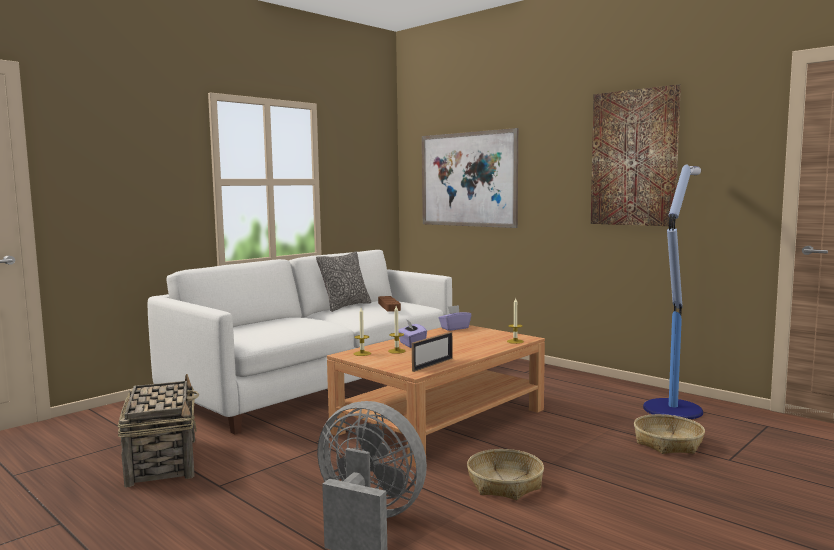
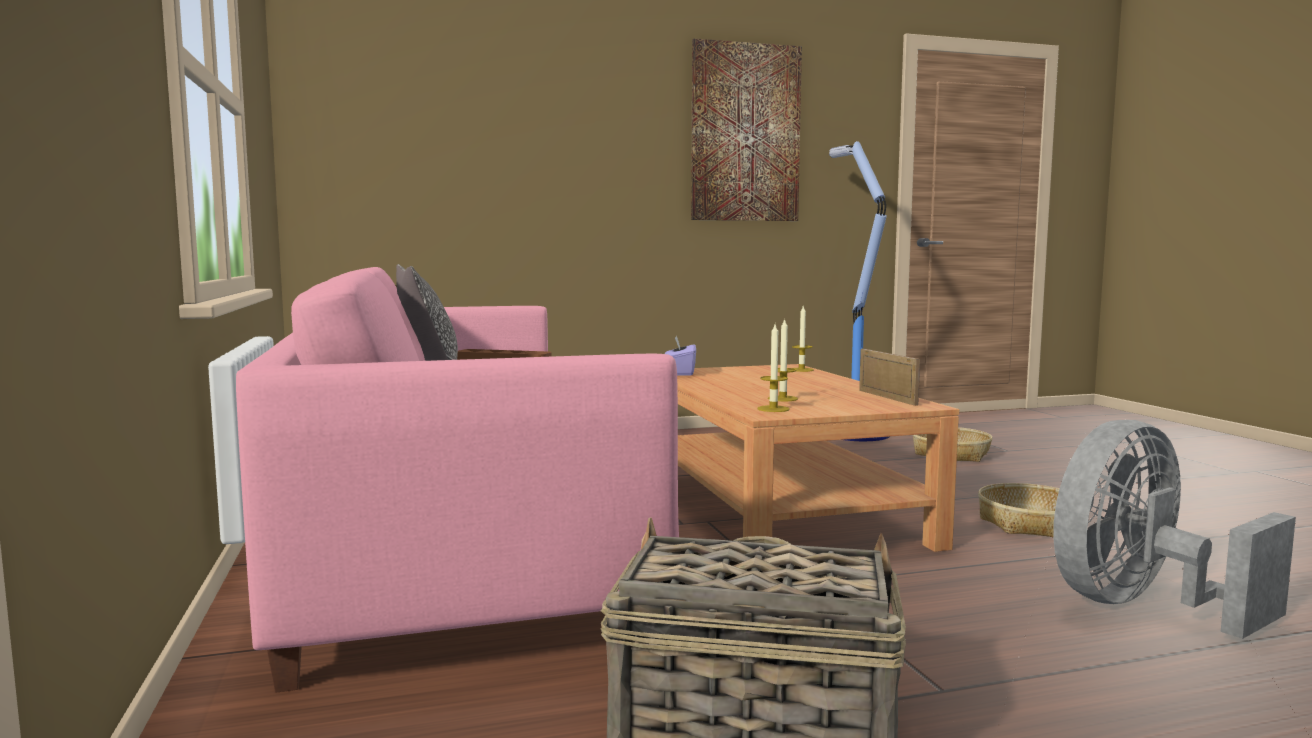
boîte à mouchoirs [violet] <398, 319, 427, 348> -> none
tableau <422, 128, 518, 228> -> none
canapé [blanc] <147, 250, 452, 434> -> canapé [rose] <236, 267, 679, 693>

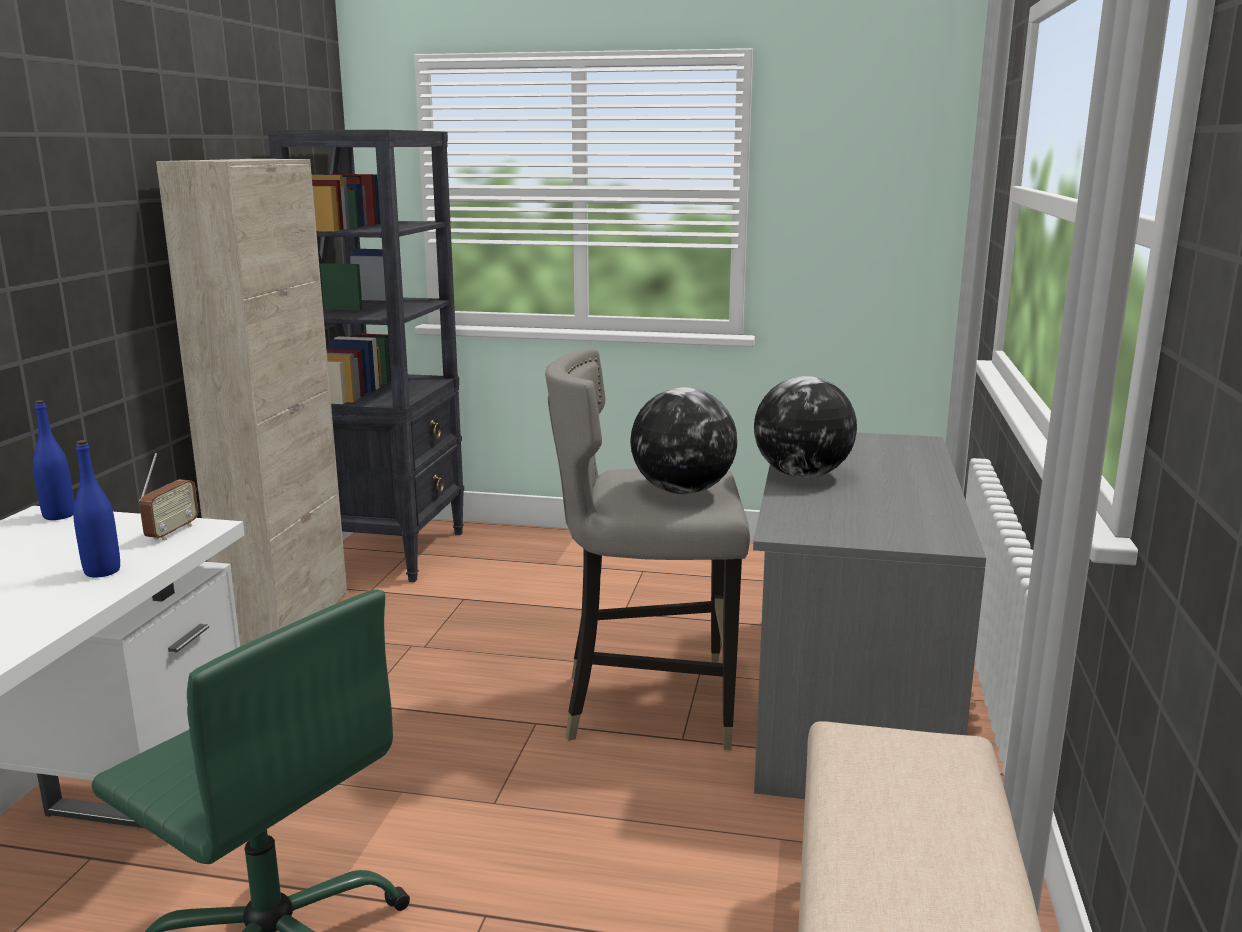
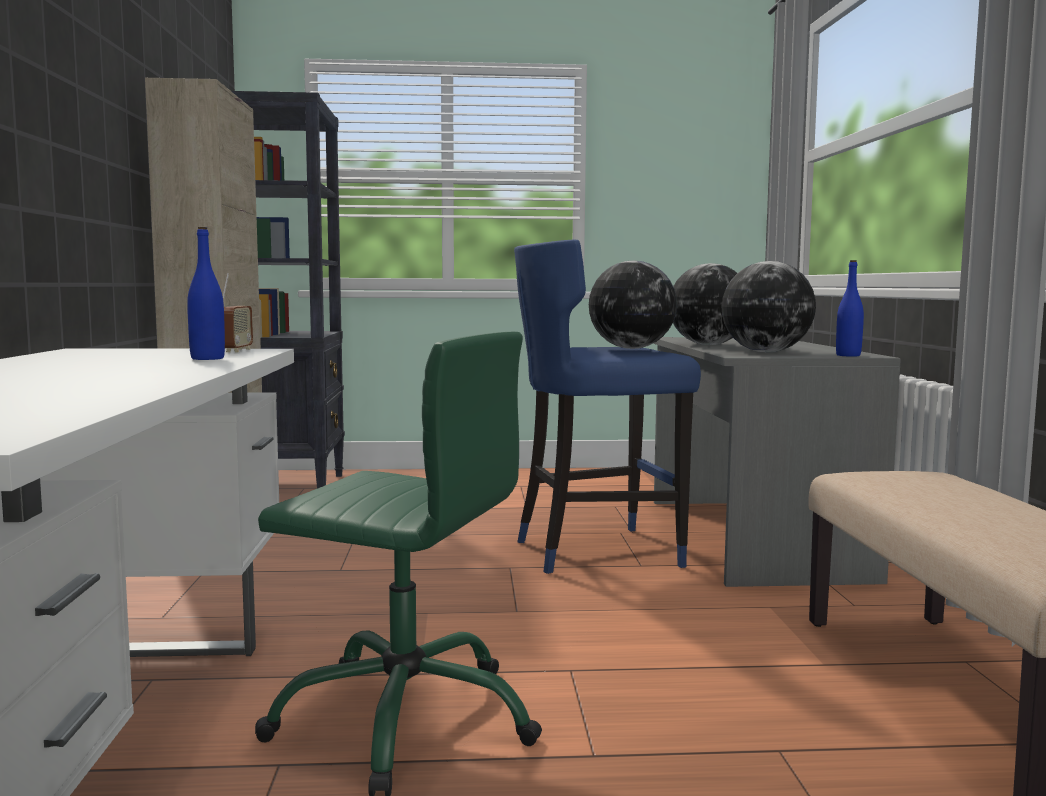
none -> globe <722, 261, 816, 352>
bouteille [bleu] <33, 400, 74, 520> -> bouteille [bleu] <836, 260, 864, 357>, moved
tabouret [gris] <545, 349, 750, 751> -> tabouret [bleu] <514, 239, 701, 574>

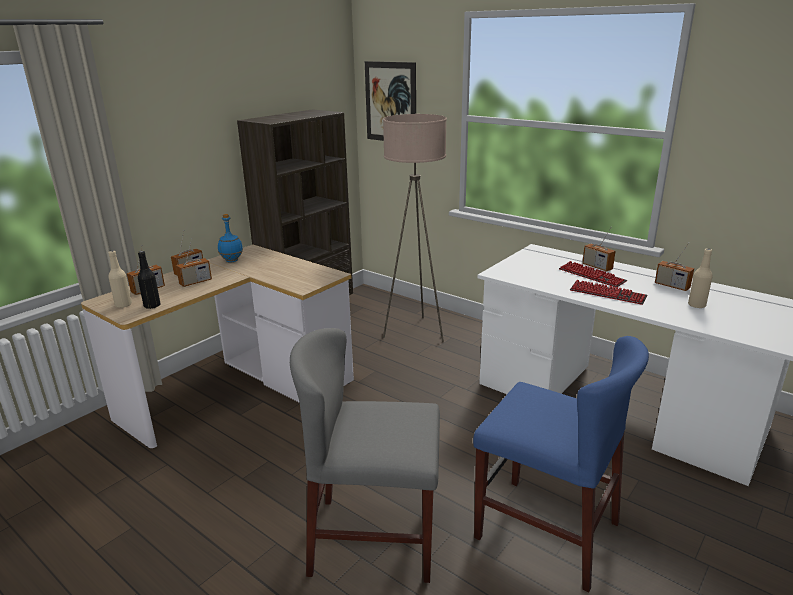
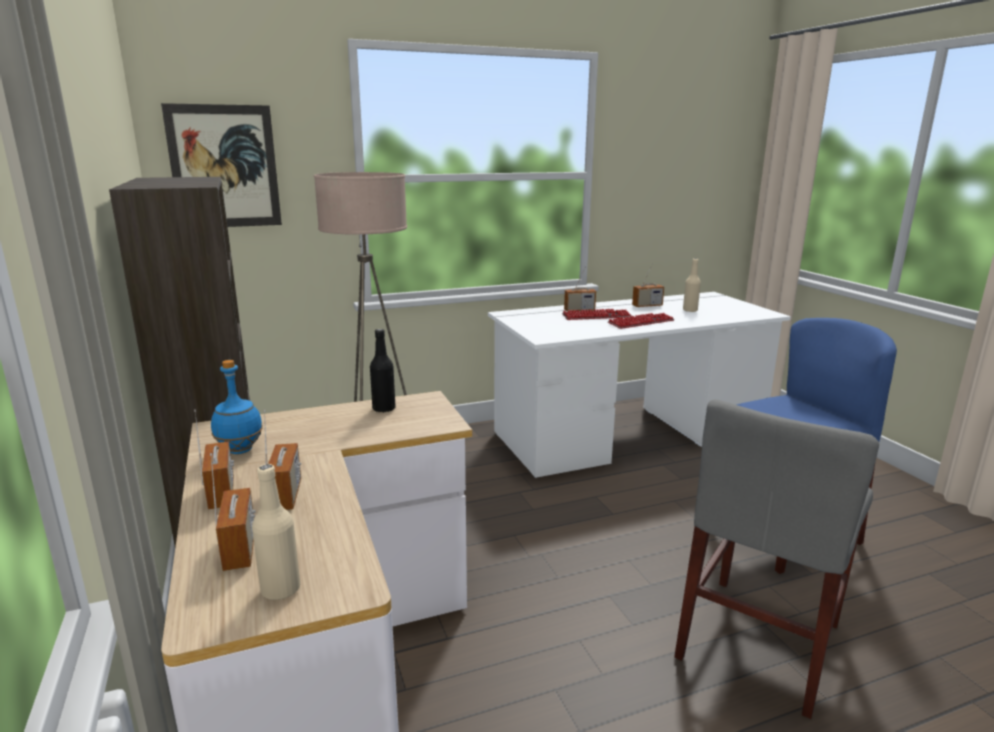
bouteille [noir] <138, 251, 161, 309> -> bouteille [noir] <370, 329, 395, 413>, moved

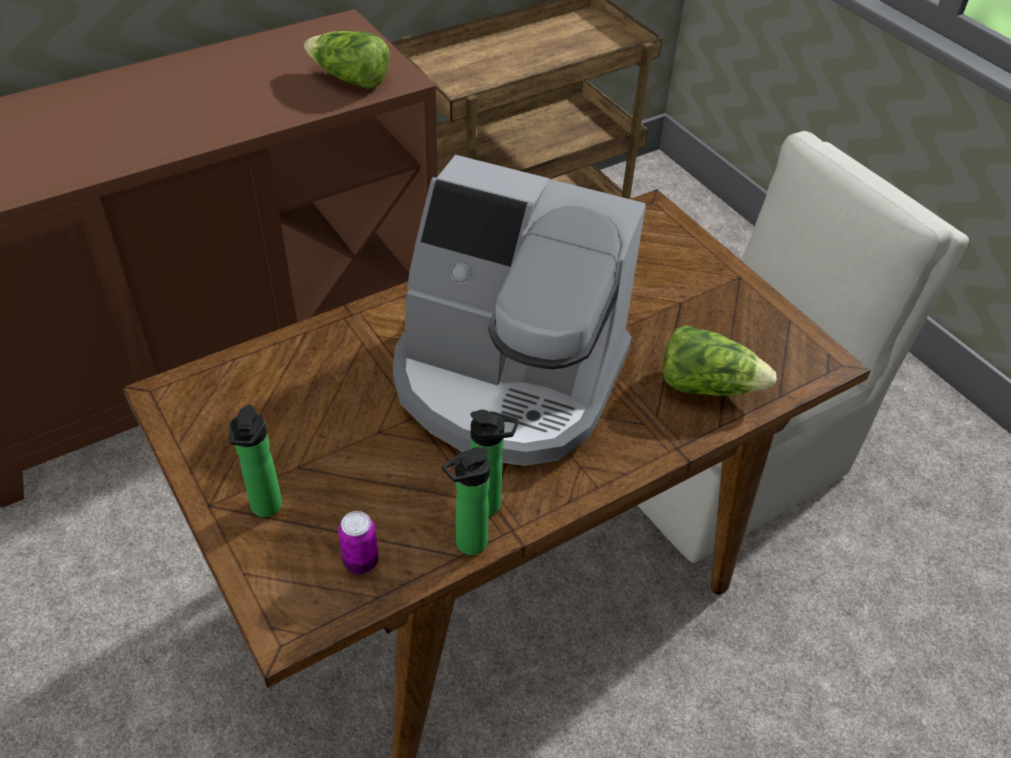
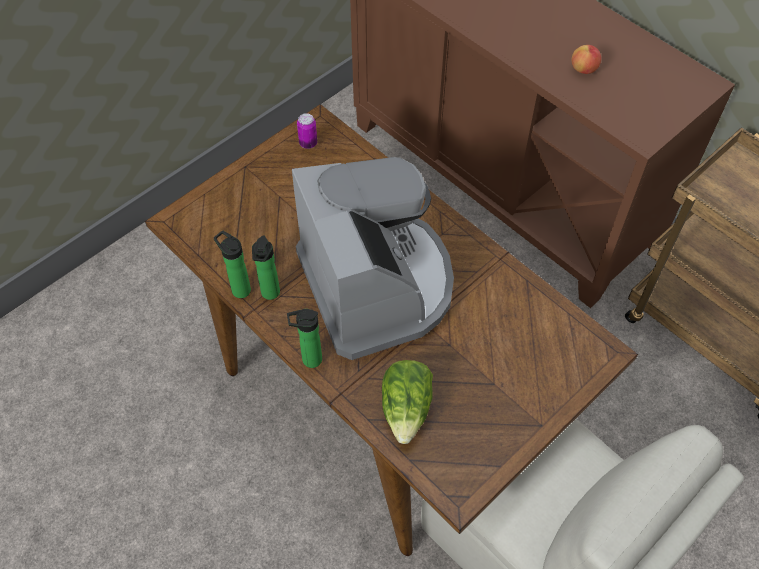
laitue <304, 31, 390, 89> -> none
none -> pomme <572, 45, 601, 74>
bouteille <229, 404, 282, 517> -> bouteille <287, 309, 322, 368>, moved
boîte métallique <338, 511, 378, 574> -> boîte métallique <297, 113, 317, 149>, moved
machine à café <393, 155, 646, 466> -> machine à café <292, 157, 454, 360>, 150 degrees clockwise

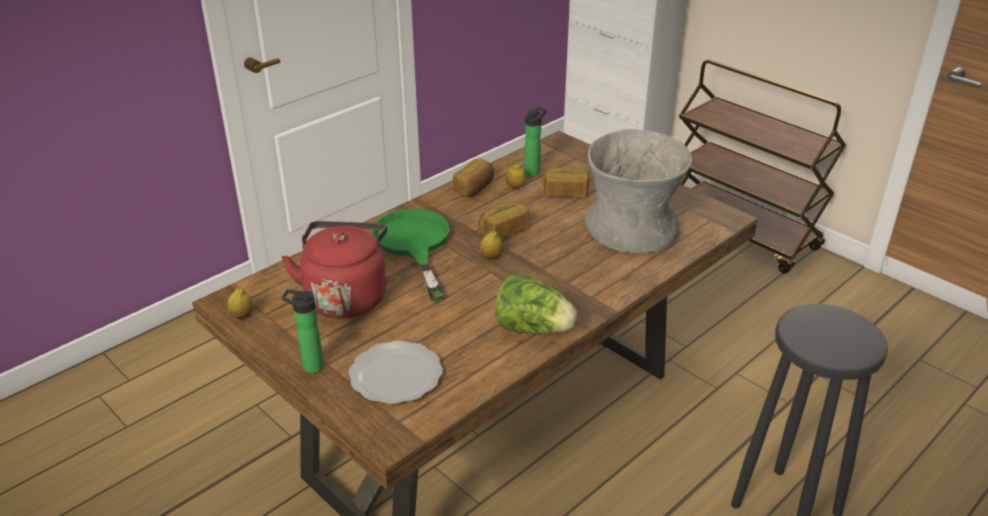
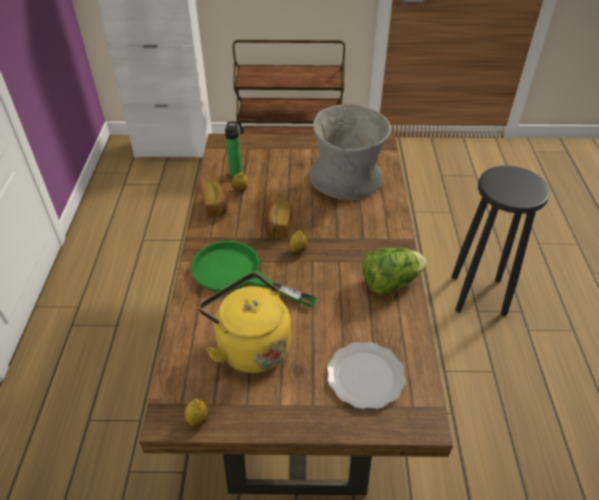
bouteille <282, 289, 324, 373> -> none
pain <543, 167, 590, 198> -> none
bouilloire [rouge] <282, 221, 387, 319> -> bouilloire [jaune] <199, 272, 291, 373>

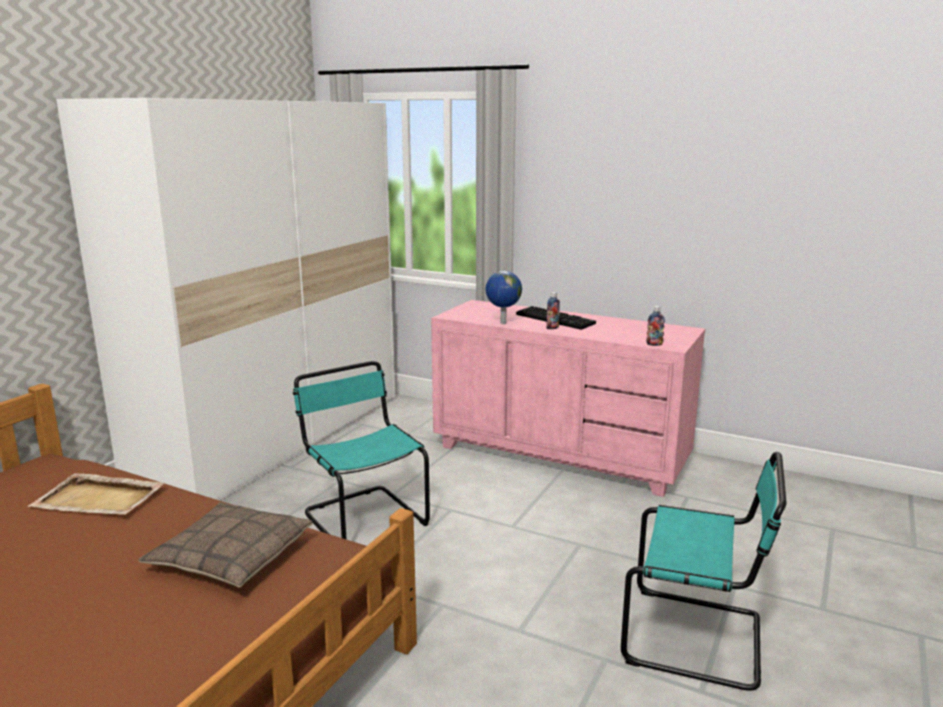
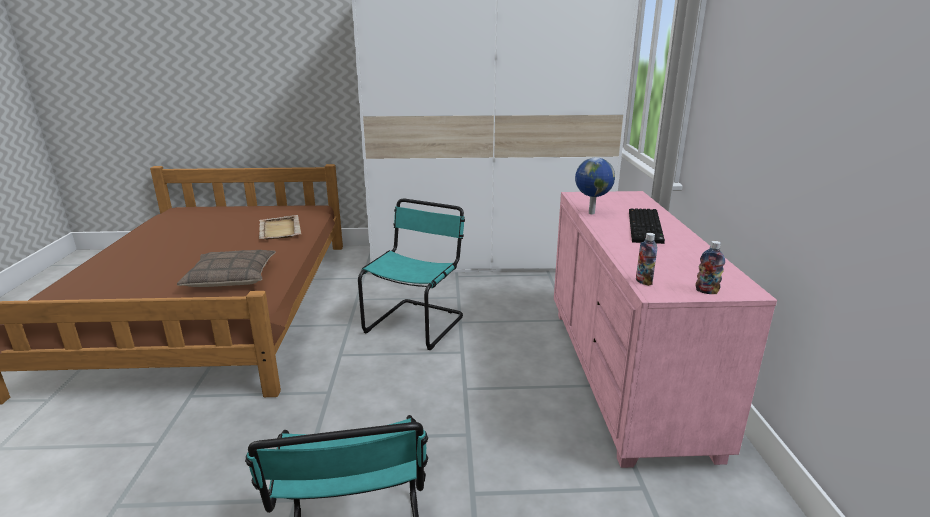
bouteille <546, 292, 560, 329> -> bouteille <695, 241, 725, 294>, moved

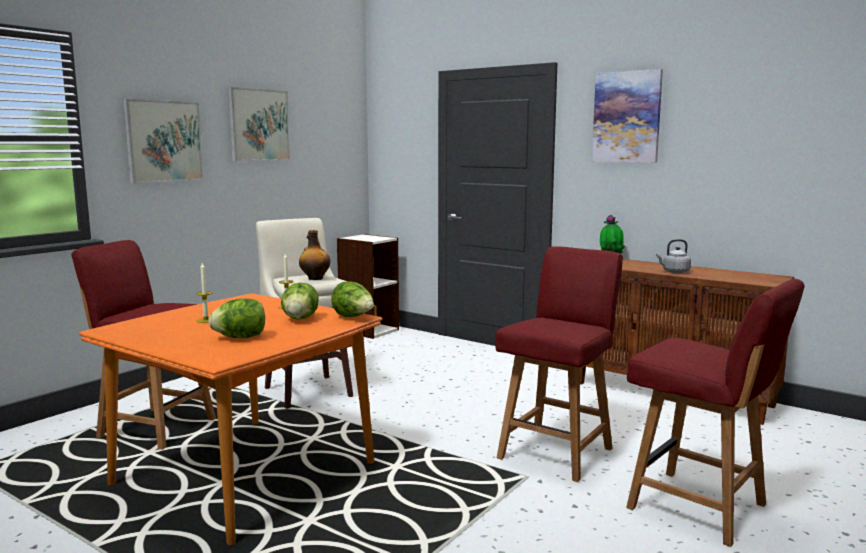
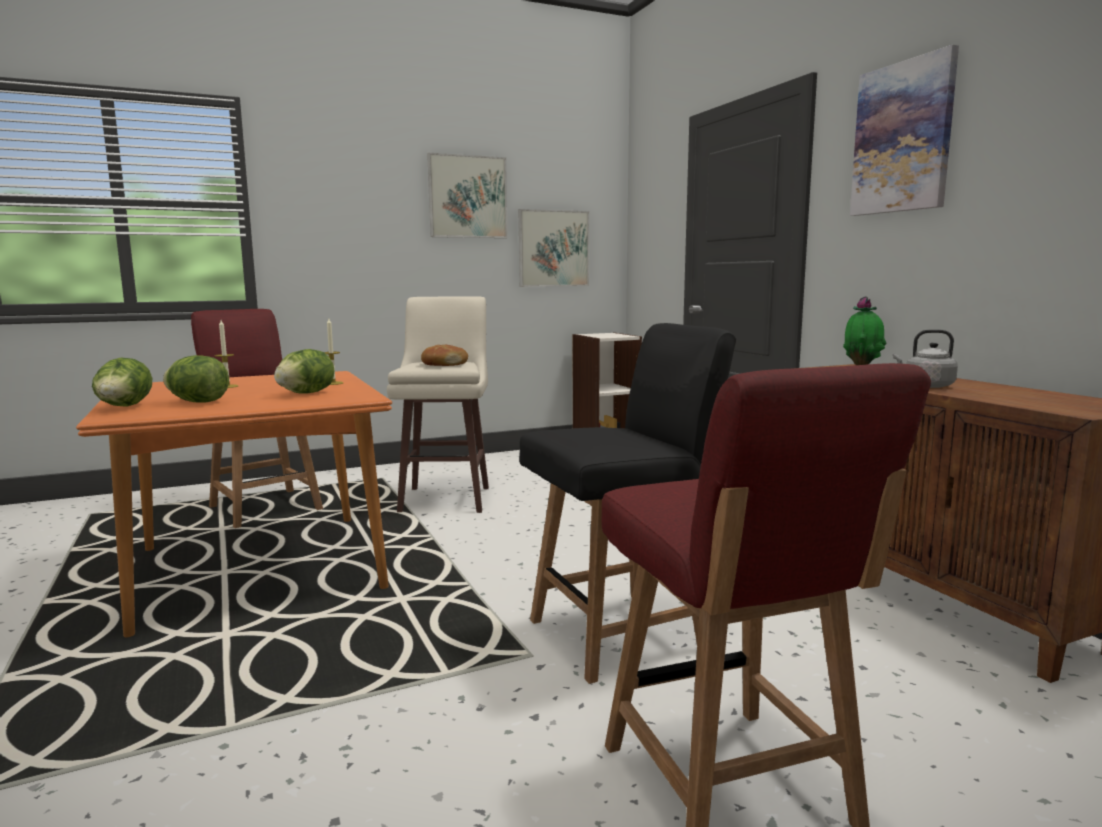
tableau <123, 99, 204, 183> -> tableau <518, 209, 589, 287>, moved
laitue <331, 282, 374, 317> -> laitue <92, 358, 152, 407>, moved
bouteille <299, 230, 330, 280> -> pain <421, 345, 468, 366>
chaise [rouge] <495, 247, 623, 482> -> chaise [noir] <519, 323, 736, 684>

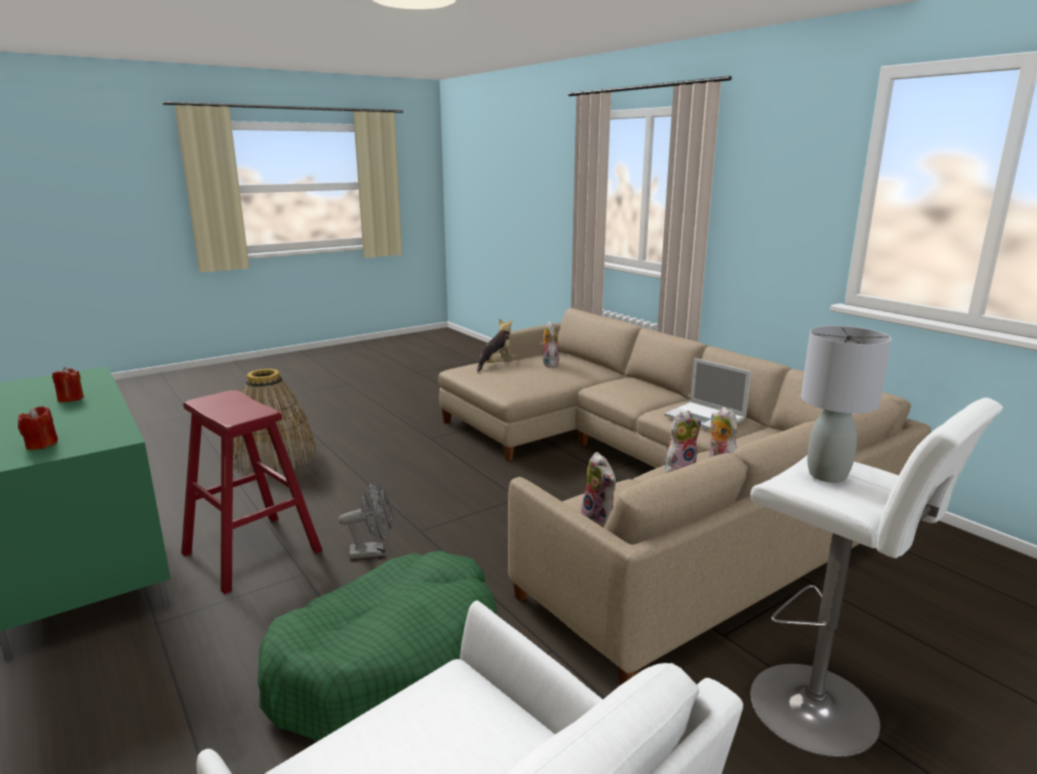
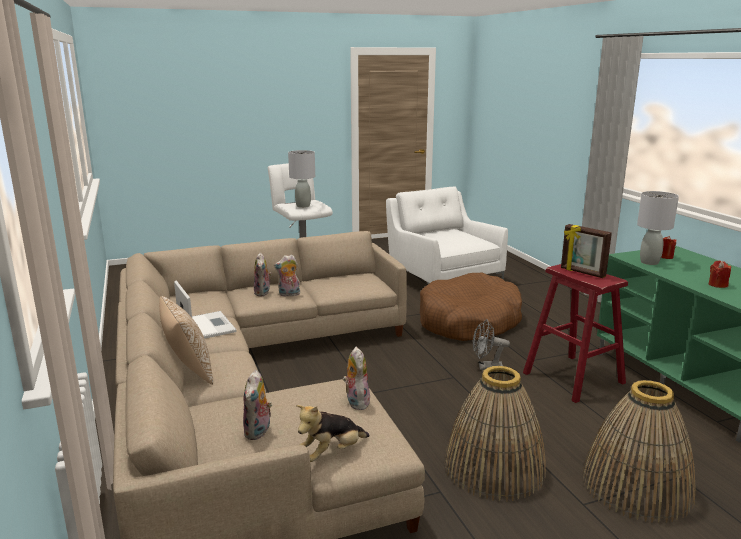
none -> coussin <159, 296, 213, 385>
none -> panier <444, 366, 546, 501>
none -> cadre photo <561, 224, 612, 278>
none -> lampe de table [gris] <637, 191, 679, 265>
peluche <581, 452, 616, 528> -> peluche <343, 347, 370, 410>, moved
panier pour chien [vert] <258, 551, 498, 741> -> panier pour chien [marron] <420, 273, 522, 341>

